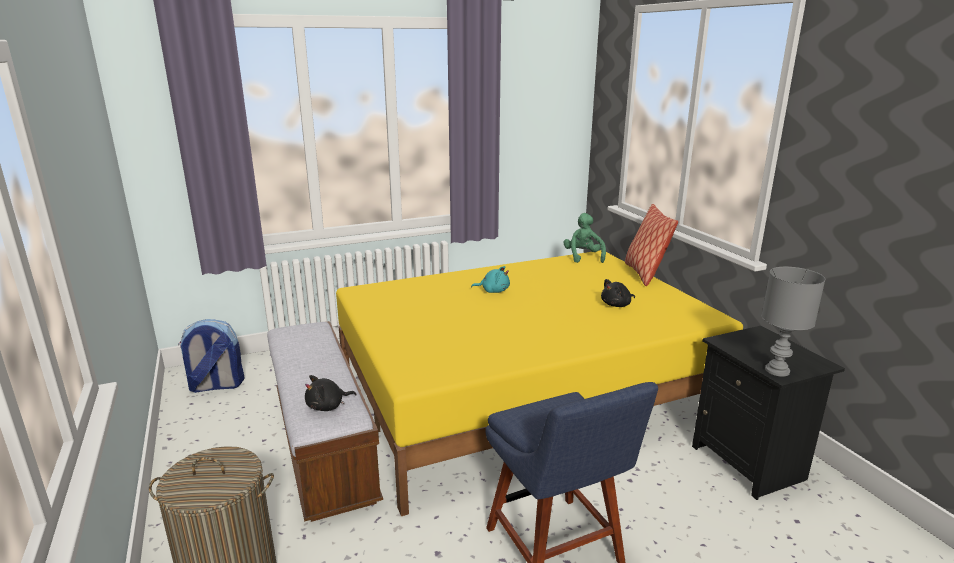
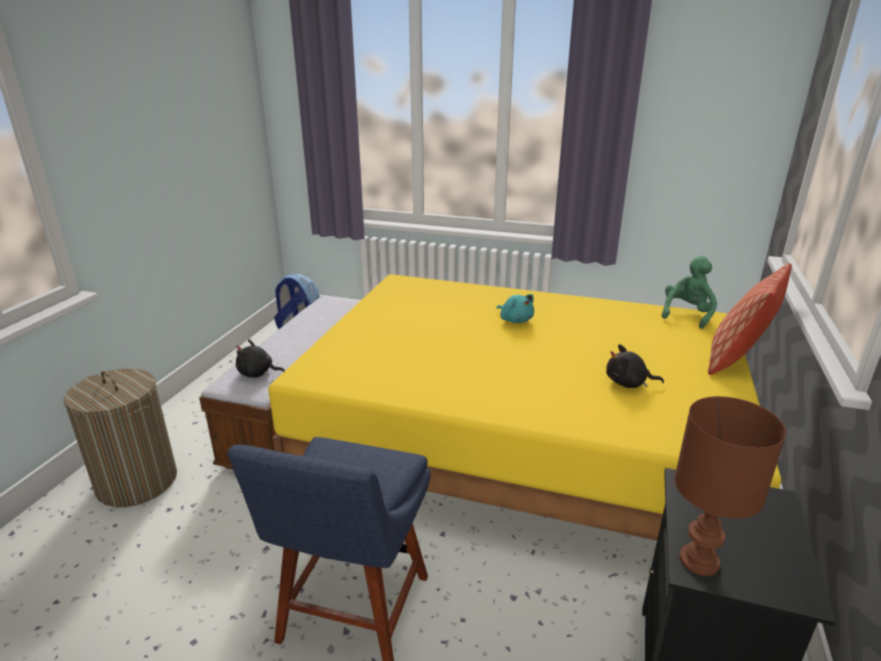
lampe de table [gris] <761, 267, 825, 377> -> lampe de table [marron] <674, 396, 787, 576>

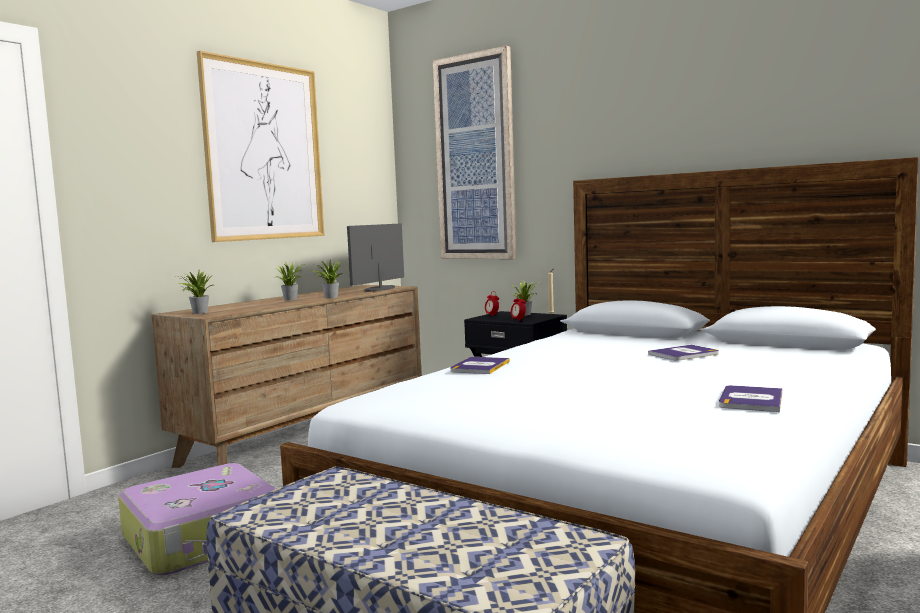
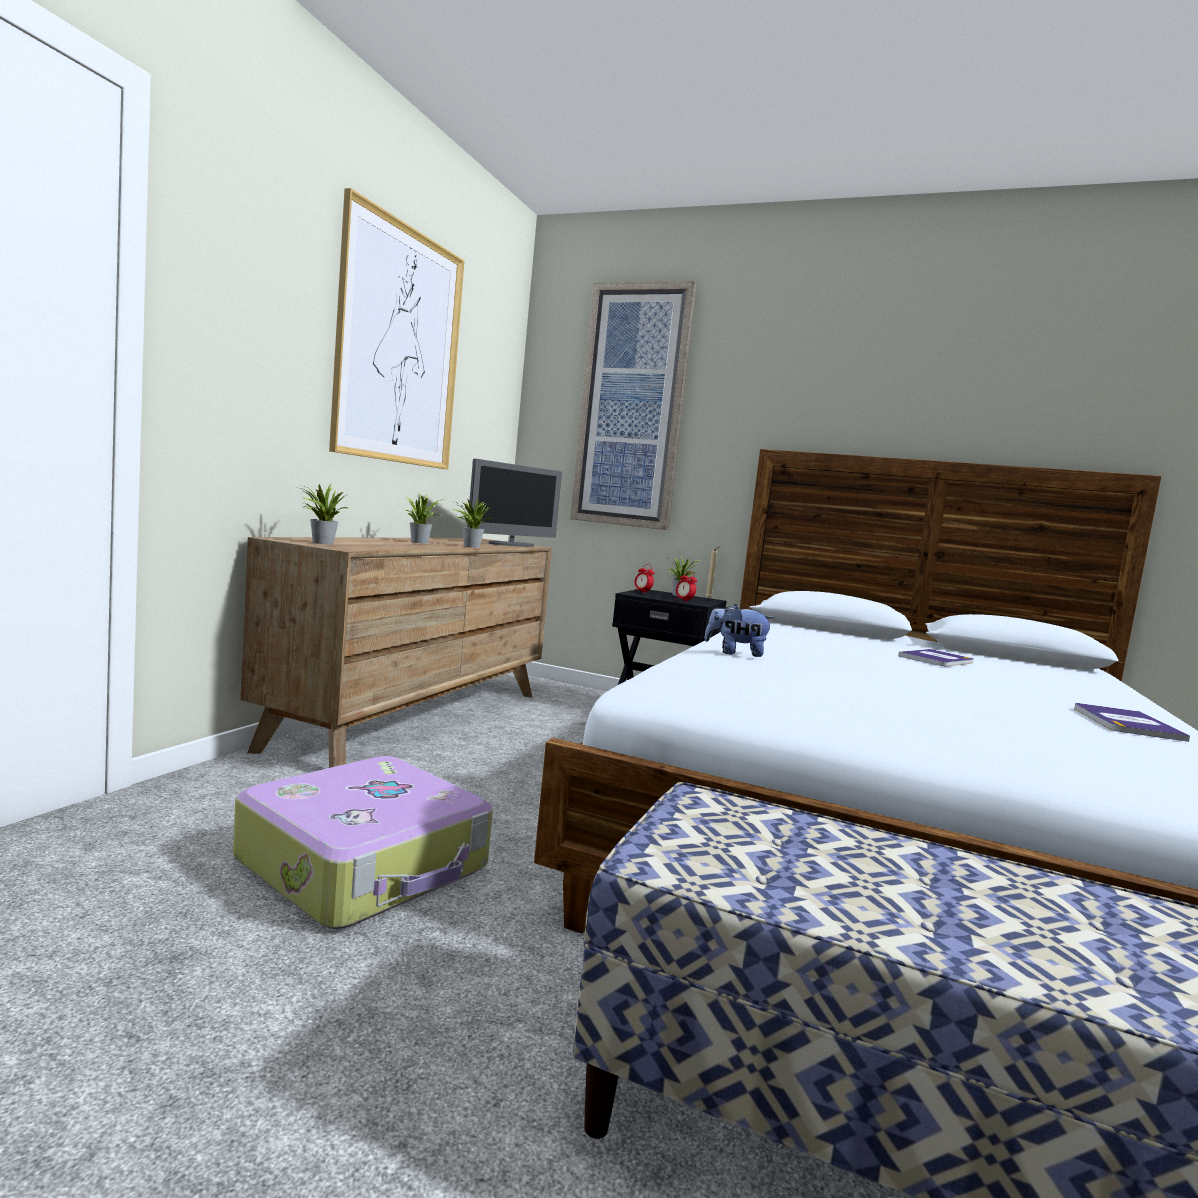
livre <450, 357, 510, 374> -> peluche <704, 604, 774, 657>
écran d'ordinateur <347, 224, 404, 292> -> écran d'ordinateur <467, 459, 562, 547>, 150 degrees counterclockwise

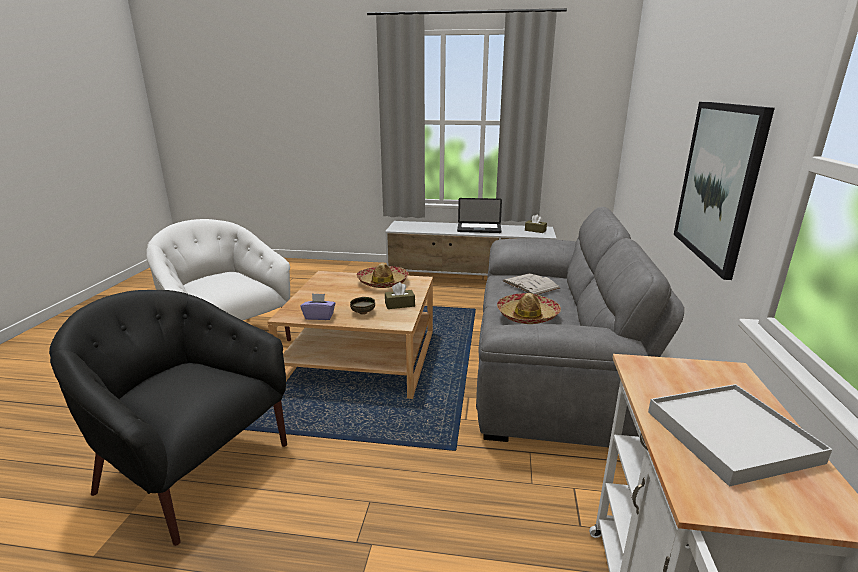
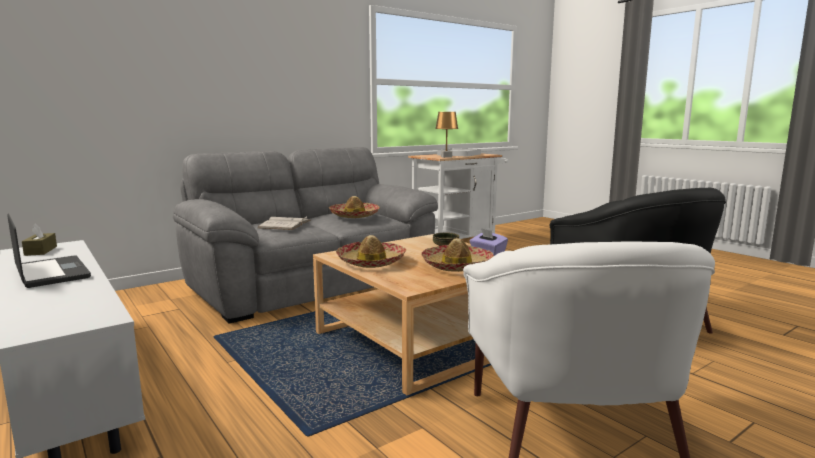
boîte à mouchoirs [marron] <385, 282, 415, 309> -> none
tableau <674, 102, 775, 280> -> none
none -> chapeau <421, 238, 494, 272>
none -> lampe de table [marron] <435, 112, 458, 158>

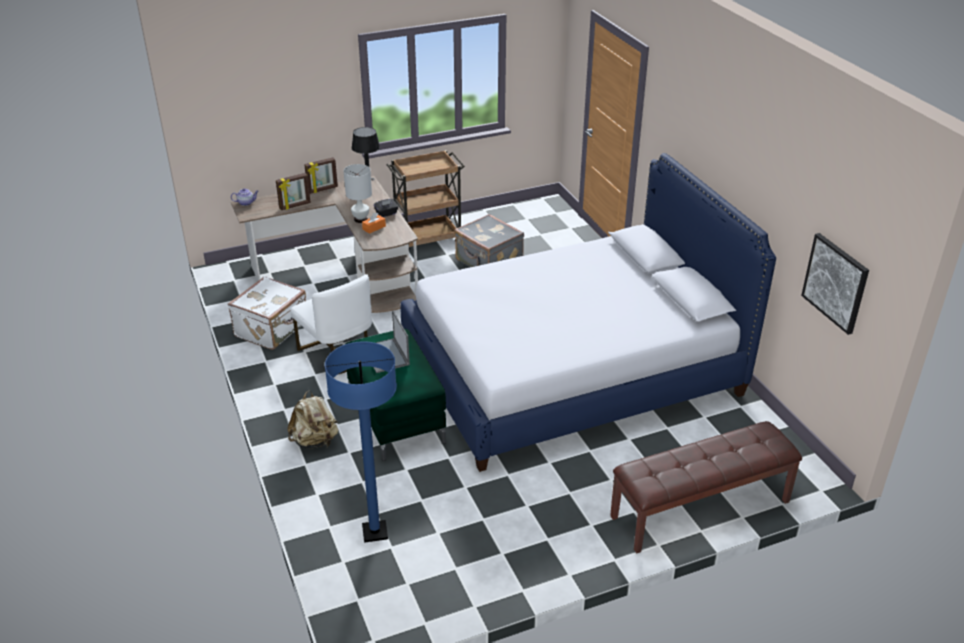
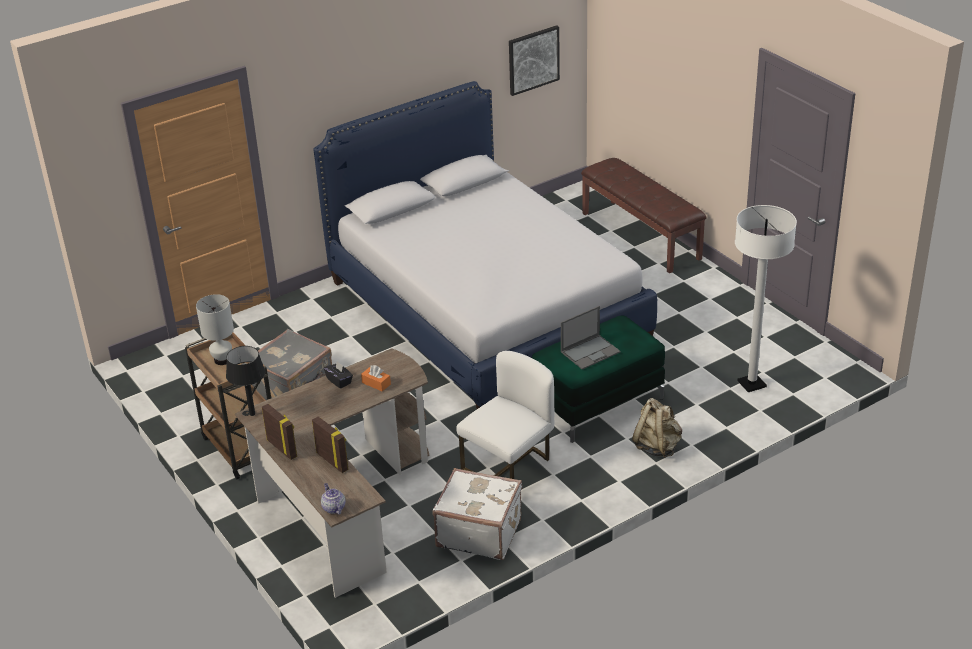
lampe de table [blanc] <344, 164, 372, 223> -> lampe de table [blanc] <196, 294, 234, 365>, moved
lampadaire [bleu] <325, 341, 397, 543> -> lampadaire [blanc] <735, 205, 797, 392>

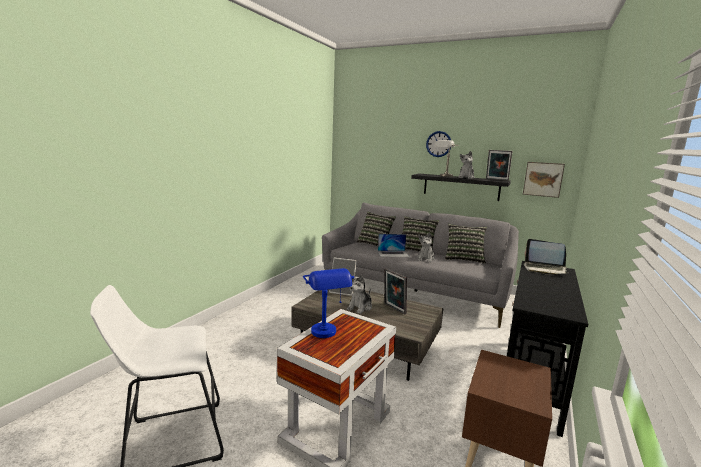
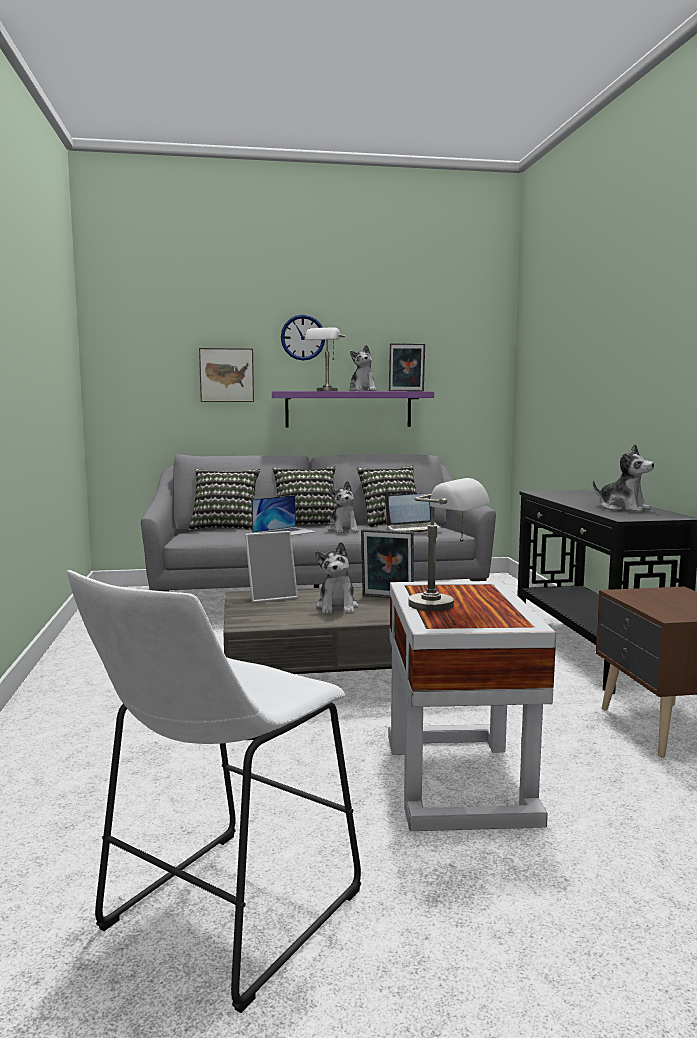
none -> peluche <593, 444, 654, 512>
tableau <523, 162, 565, 198> -> tableau <199, 348, 254, 402>, moved
ordinateur portable <523, 239, 567, 275> -> ordinateur portable <384, 494, 442, 532>, moved
lampe de table [bleu] <303, 268, 354, 338> -> lampe de table [gris] <408, 478, 490, 611>
étagère [noir] <411, 174, 511, 201> -> étagère [violet] <272, 391, 434, 428>

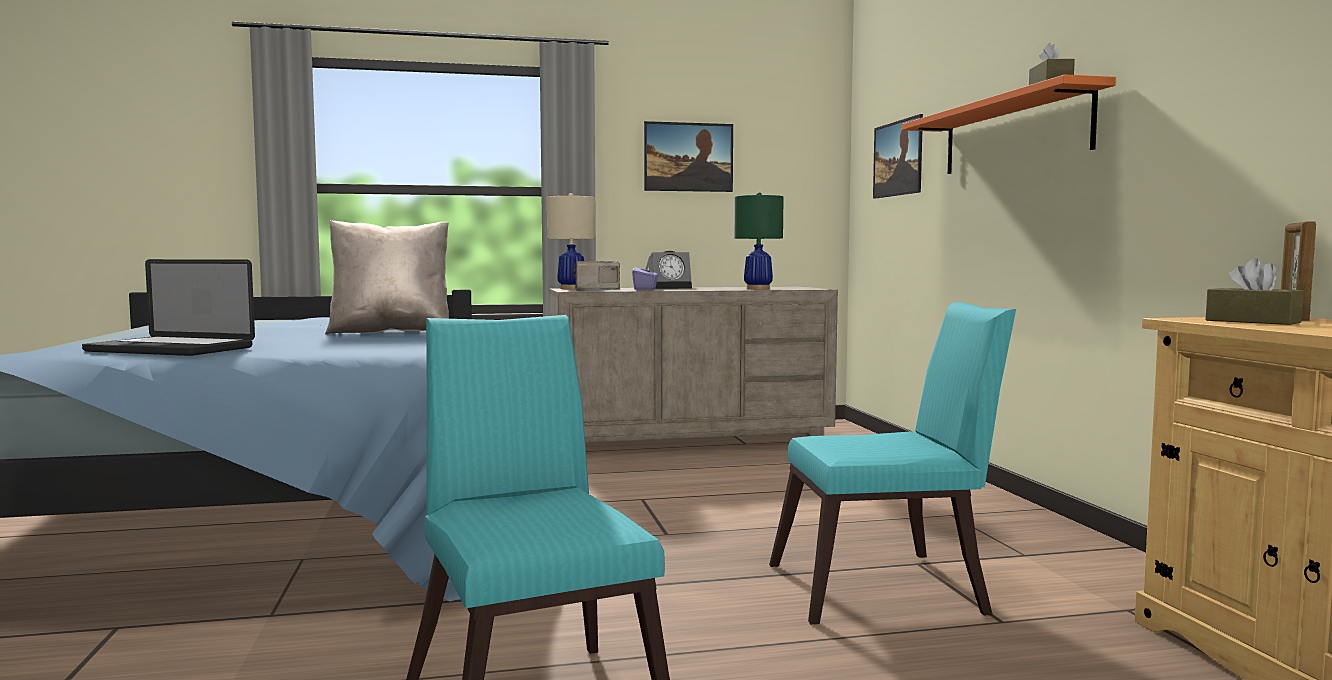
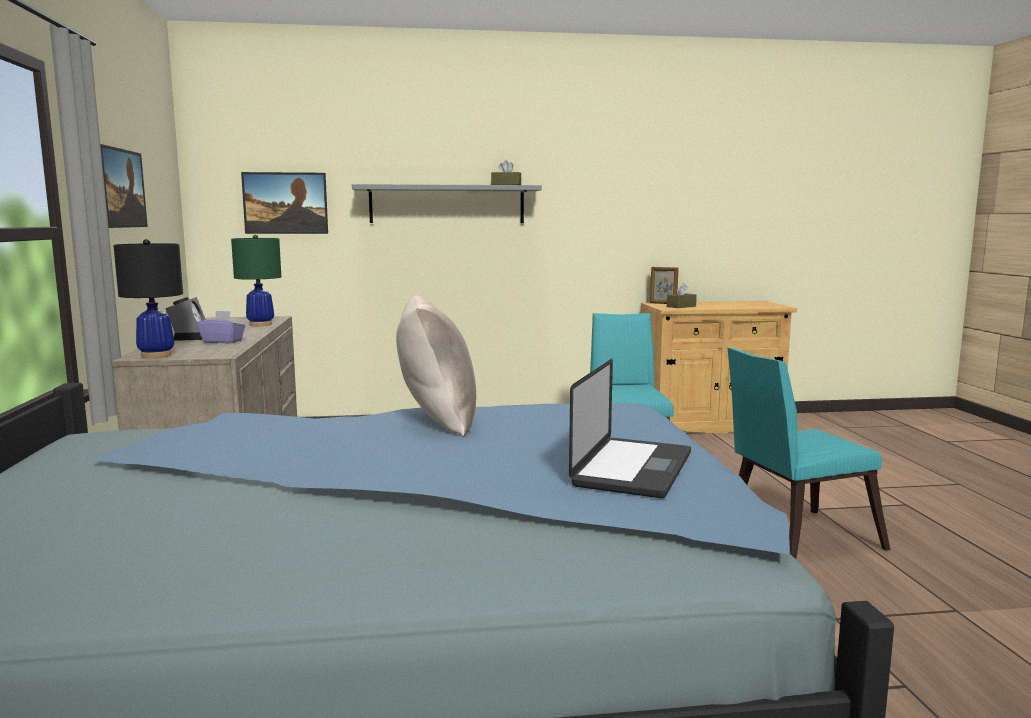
radio <574, 261, 620, 291> -> none
lampe de table [beige] <547, 193, 595, 289> -> lampe de table [noir] <113, 239, 183, 358>
étagère [orange] <902, 74, 1116, 174> -> étagère [gris] <352, 184, 542, 223>

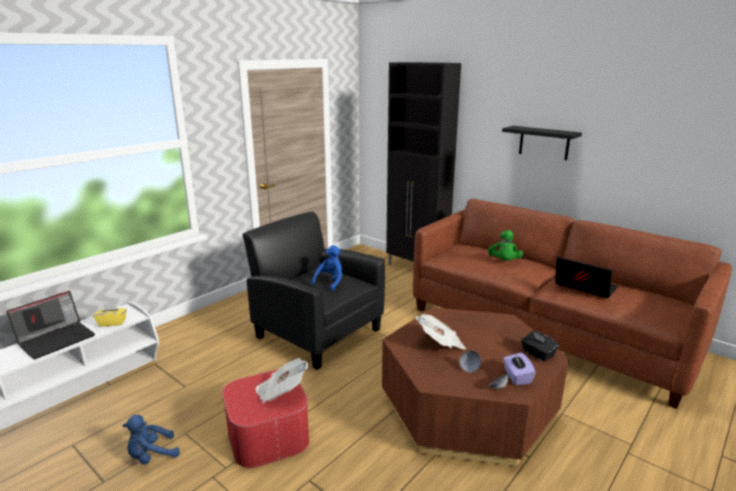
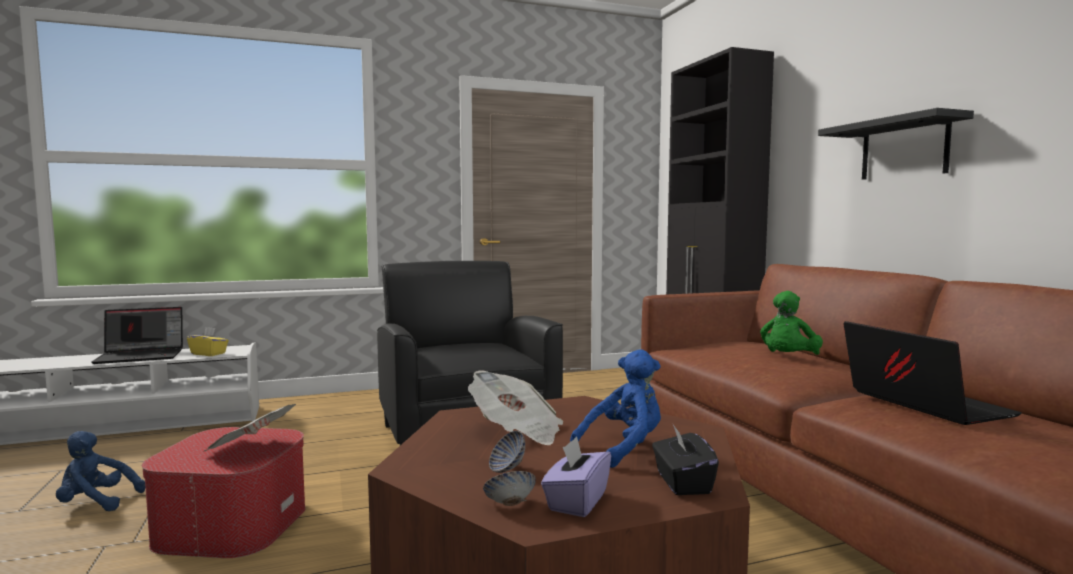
peluche [bleu] <311, 245, 342, 291> -> peluche [bleu] <570, 349, 661, 468>, moved

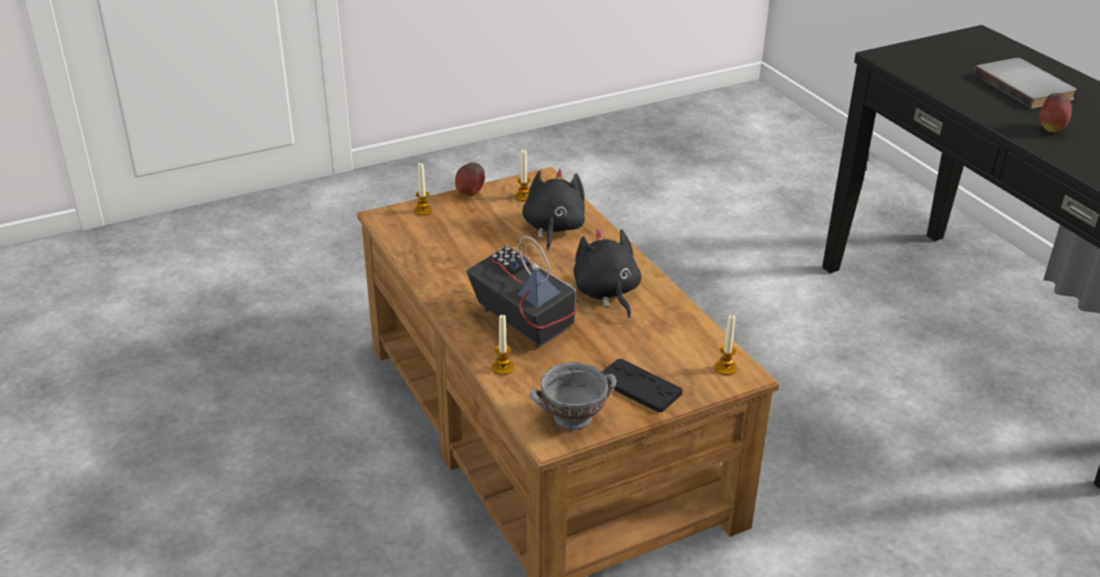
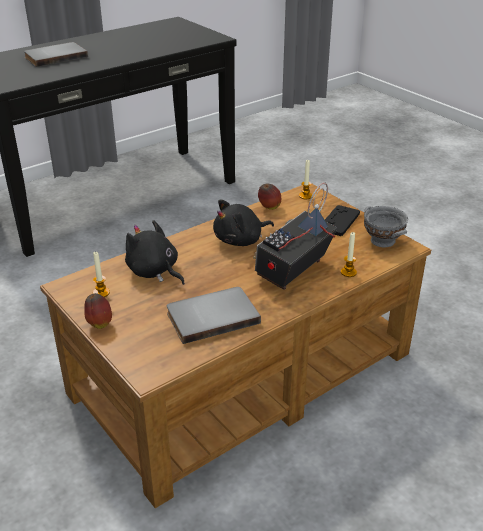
bougie <414, 163, 433, 216> -> none
none -> livre [gris] <167, 287, 261, 344>
pomme <1039, 93, 1072, 132> -> pomme <258, 184, 281, 210>, moved
peluche [noir] <522, 169, 585, 250> -> peluche [noir] <125, 220, 185, 285>, 45 degrees clockwise

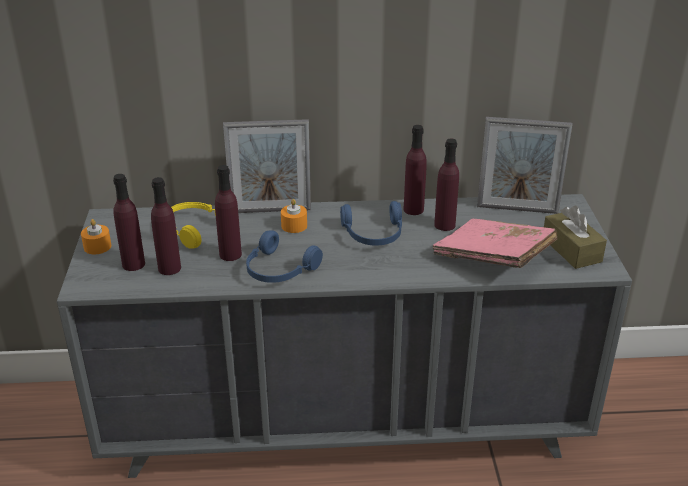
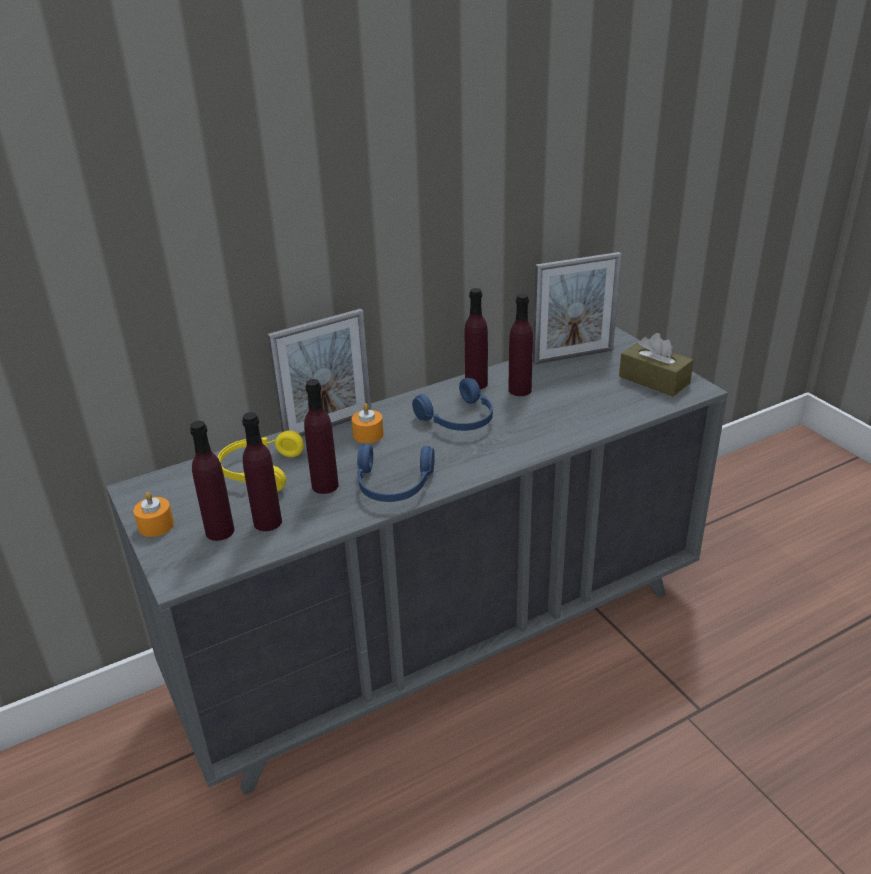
livre [rose] <433, 219, 557, 268> -> none

